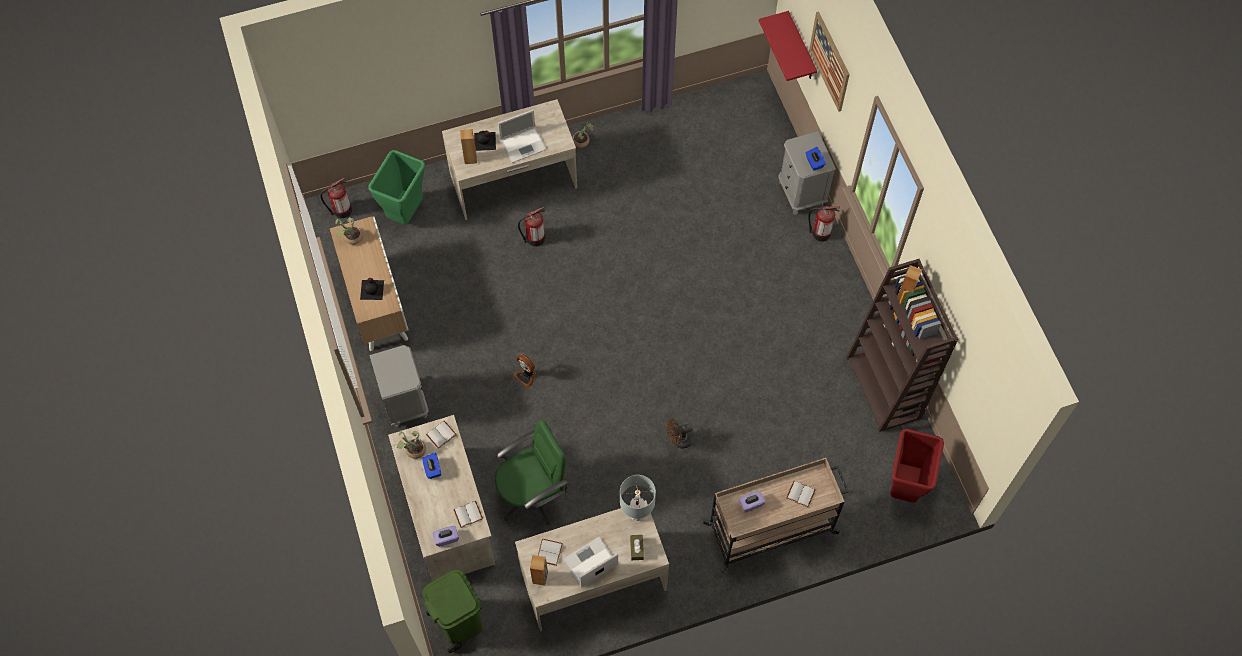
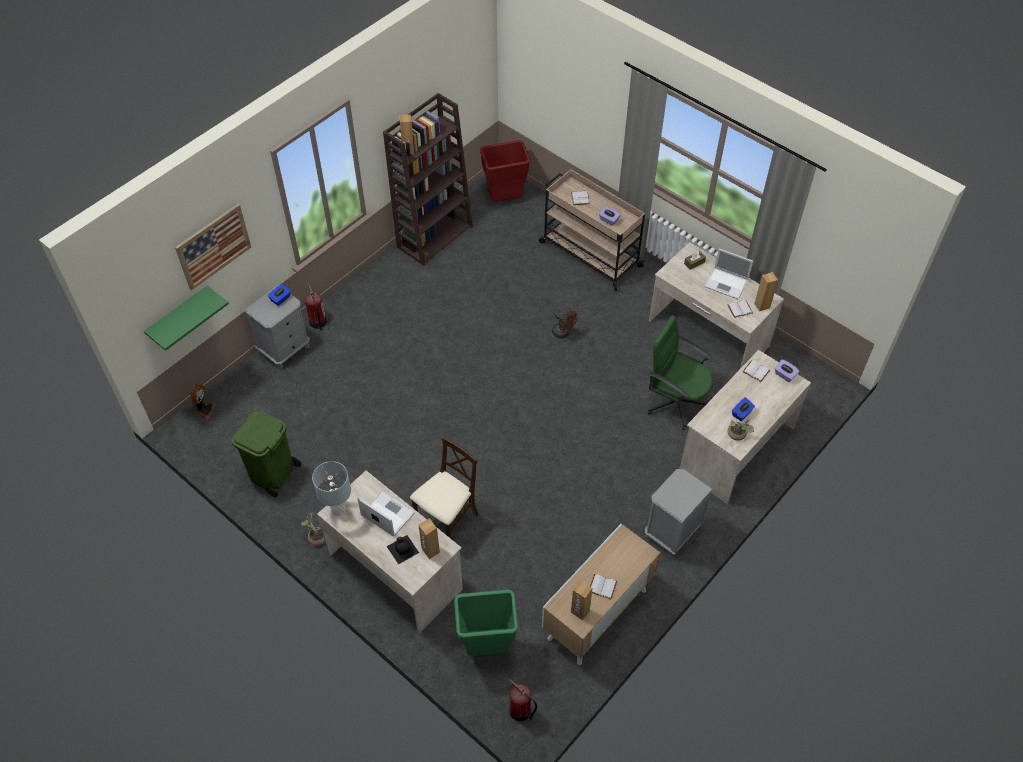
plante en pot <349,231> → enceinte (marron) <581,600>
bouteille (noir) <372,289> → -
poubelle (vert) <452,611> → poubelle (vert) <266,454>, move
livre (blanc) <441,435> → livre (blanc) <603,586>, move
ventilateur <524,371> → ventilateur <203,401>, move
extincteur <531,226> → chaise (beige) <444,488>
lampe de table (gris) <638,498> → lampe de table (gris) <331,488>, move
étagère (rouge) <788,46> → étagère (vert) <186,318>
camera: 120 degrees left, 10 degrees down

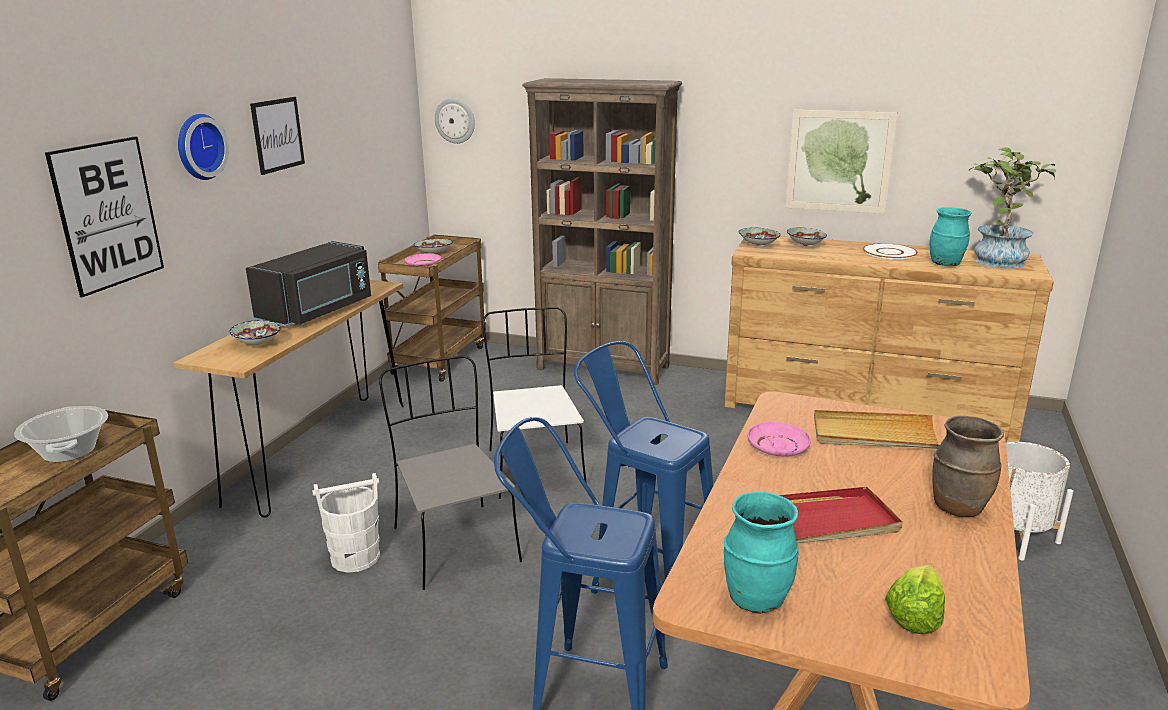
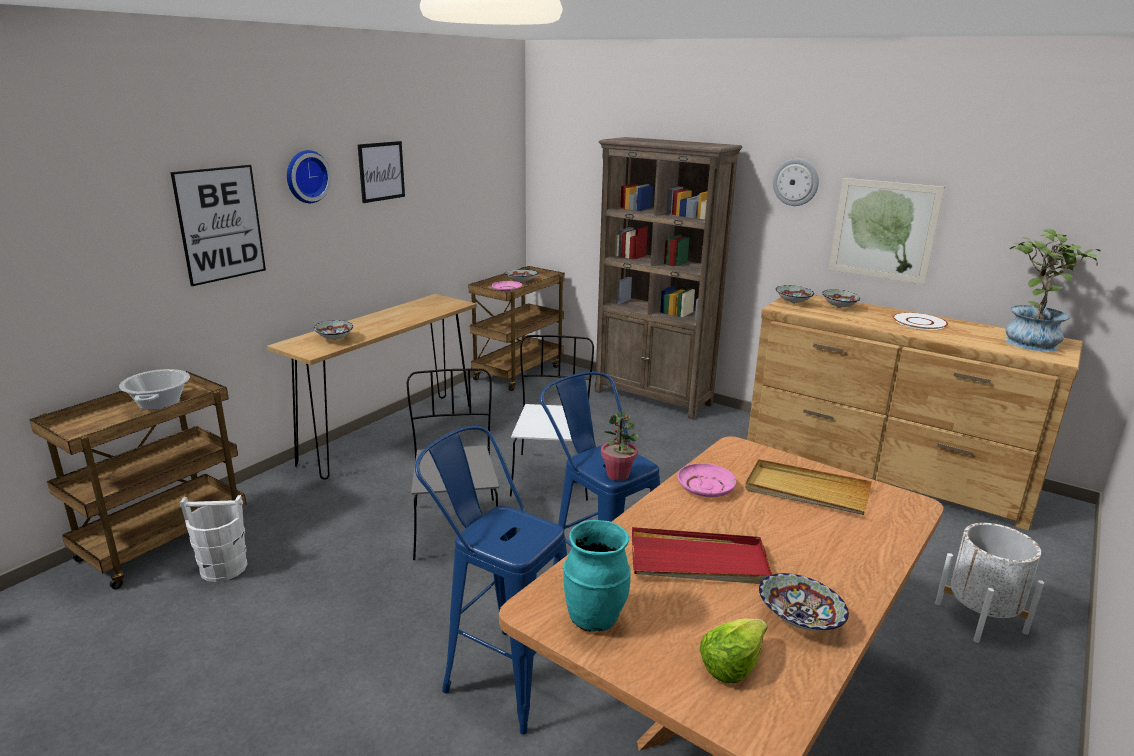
micro-ondes (noir) <308,283> → -
seau (blanc) <346,523> → seau (blanc) <214,538>, move
horloge murale <455,121> → horloge murale <796,182>, move
vase (turquoise) <950,236> → -
vase (marron) <968,466> → -
- → plante en pot <620,446>
- → bol <804,602>
camera: 15 degrees right, 0 degrees up

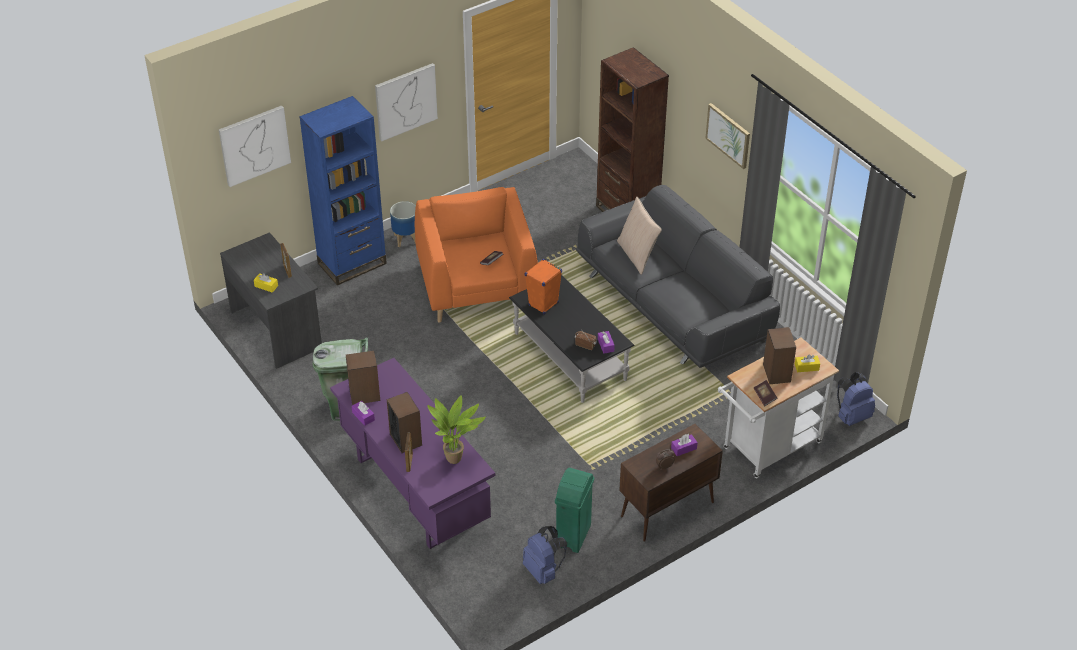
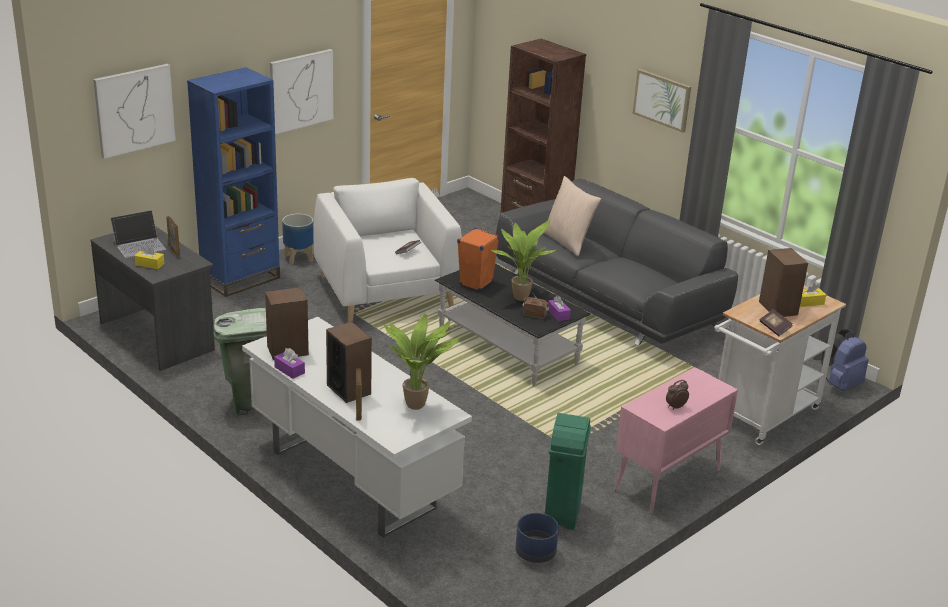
bureau (violet) <412,453> → bureau (blanc) <357,427>
fauteuil (orange) <476,254> → fauteuil (blanc) <388,250>
sac à dos (bleu) <545,555> → cache-pot (bleu) <537,538>
meuble de rangement (marron) <671,483> → meuble de rangement (rose) <676,440>
boîte à mouchoirs (violet) <684,445> → -
- → ordinateur portable <138,234>
- → plante en pot <523,260>
camera: 10 degrees left, 15 degrees down

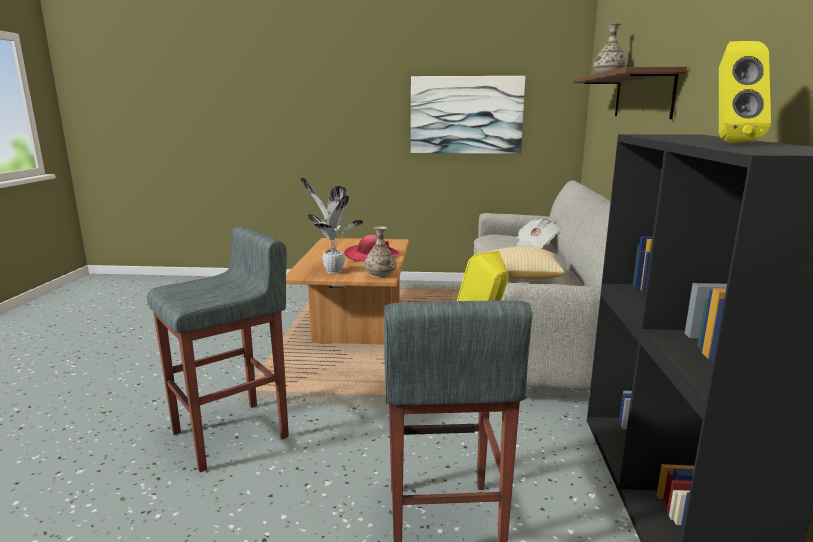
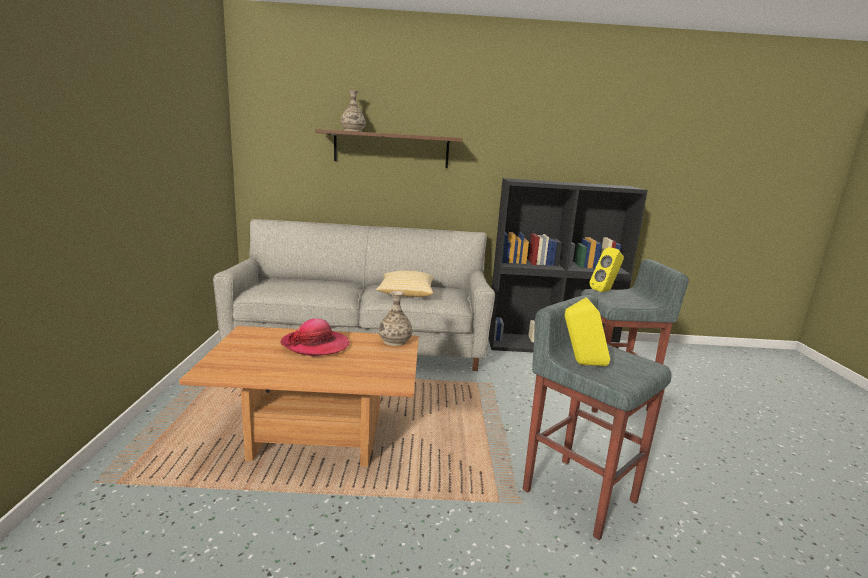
plante en pot <332,225> → -
tableau <468,115> → -
journal <538,233> → -
enceinte (jaune) <745,92> → enceinte (jaune) <587,331>, move
camera: 95 degrees left, 0 degrees up

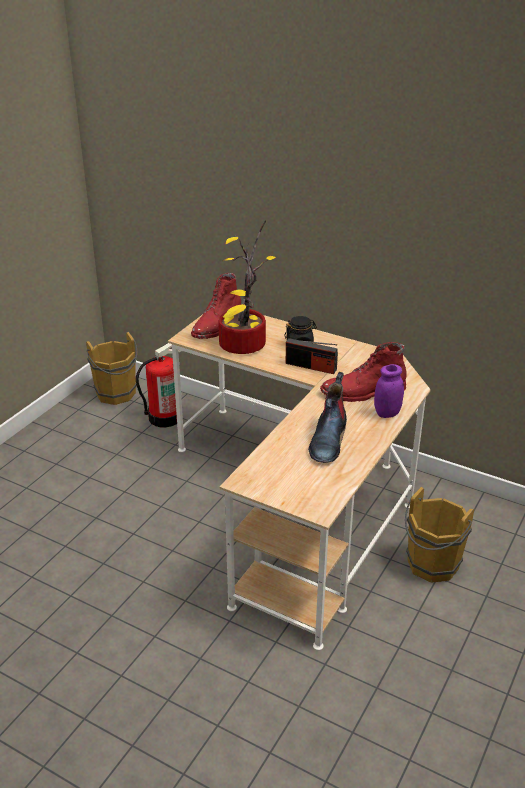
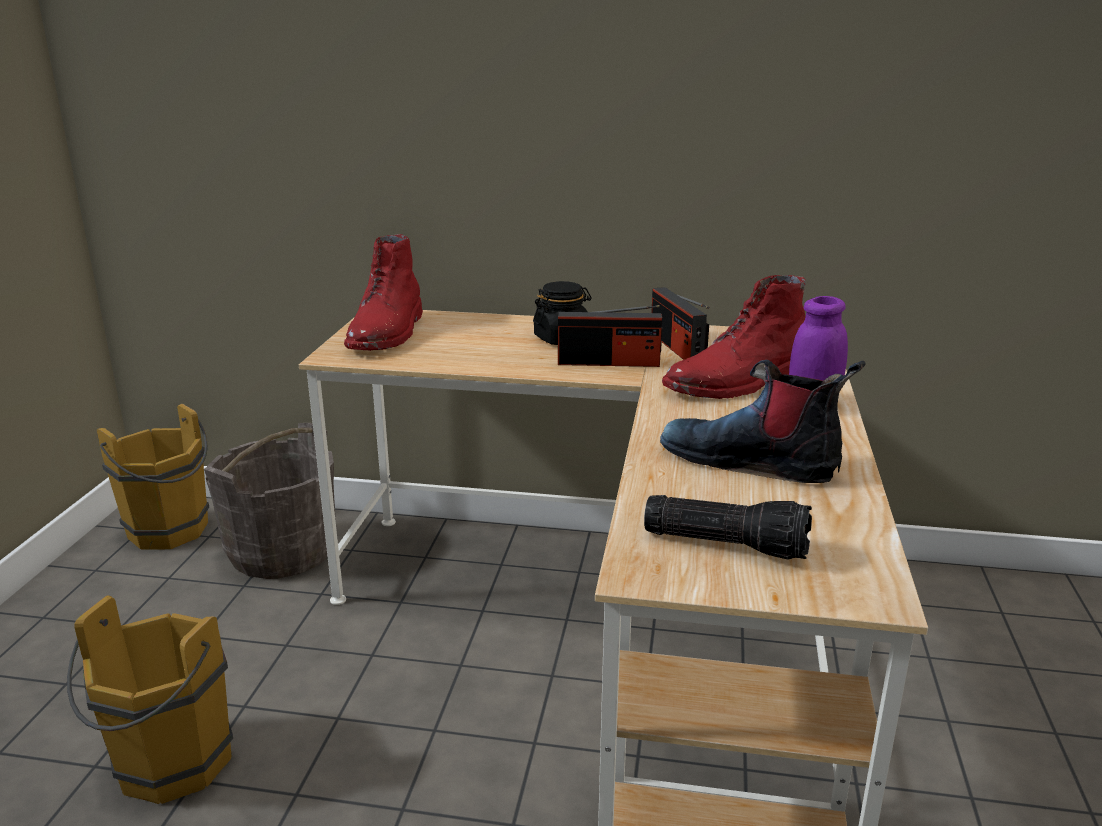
extincteur <158,385> → seau (gris) <270,501>
plante en pot <247,287> → -
botte <327,417> → botte <763,421>, 120 degrees clockwise
seau (marron) <439,535> → seau (marron) <150,699>, move
- → lampe de poche <728,527>
- → radio <680,323>
camera: 20 degrees left, 10 degrees down

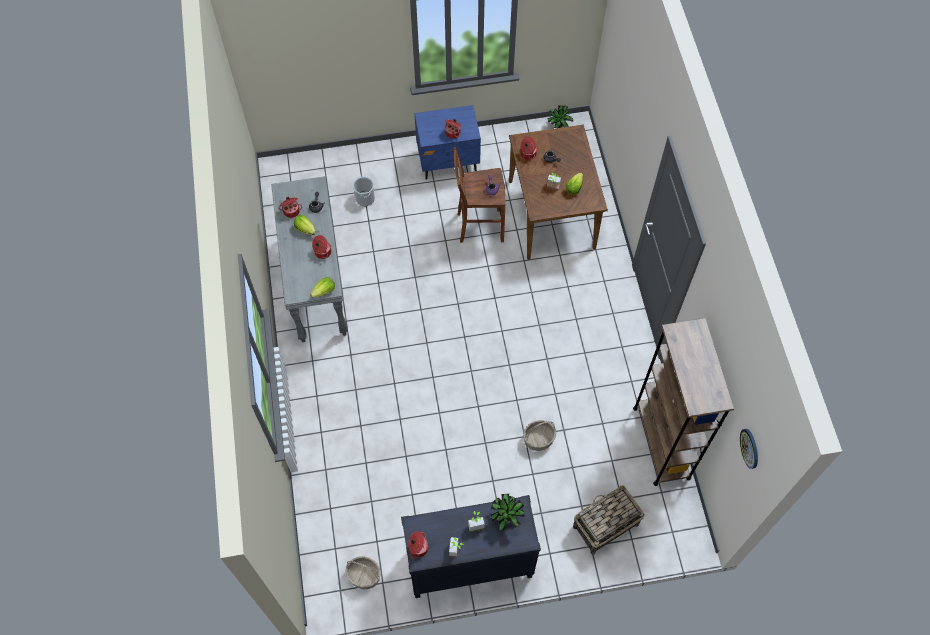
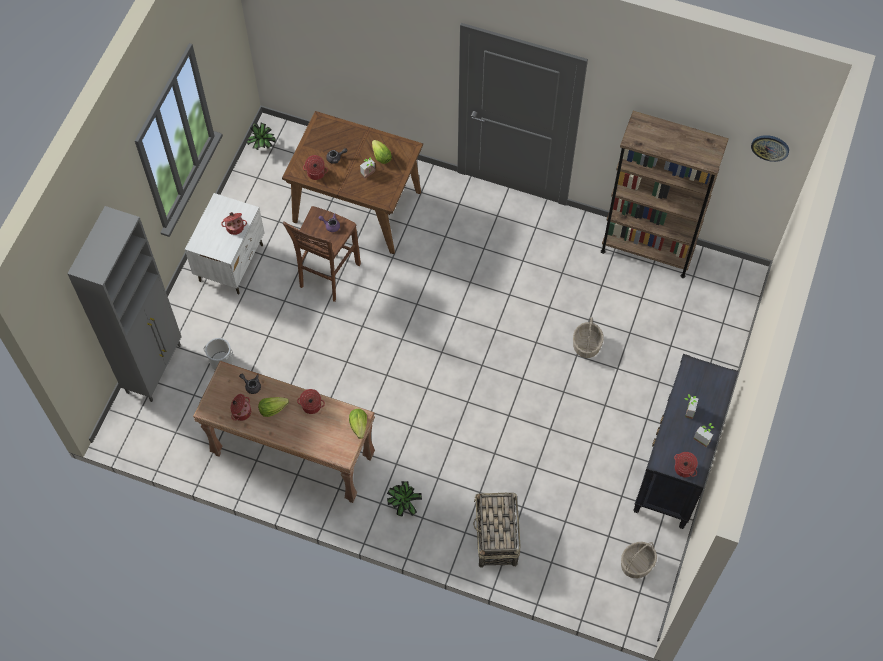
table console (gris) <309,259> → table console (marron) <284,432>
table de chevet (bleu) <447,142> → table de chevet (blanc) <225,244>
plante en pot <507,513> → plante en pot <404,499>, move
panier <608,519> → panier <496,530>, move
- → meuble de rangement (gris) <124,304>
camera: 60 degrees left, 0 degrees up

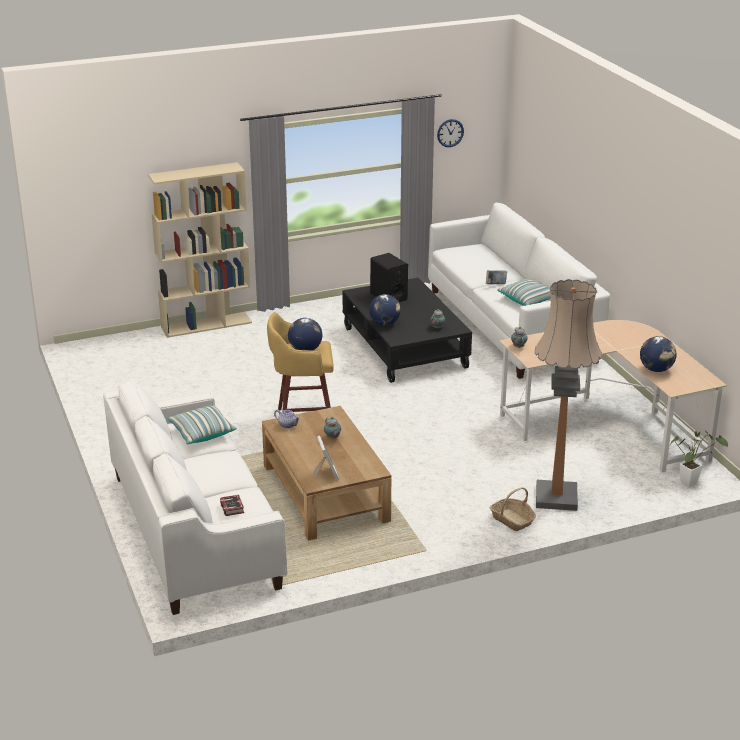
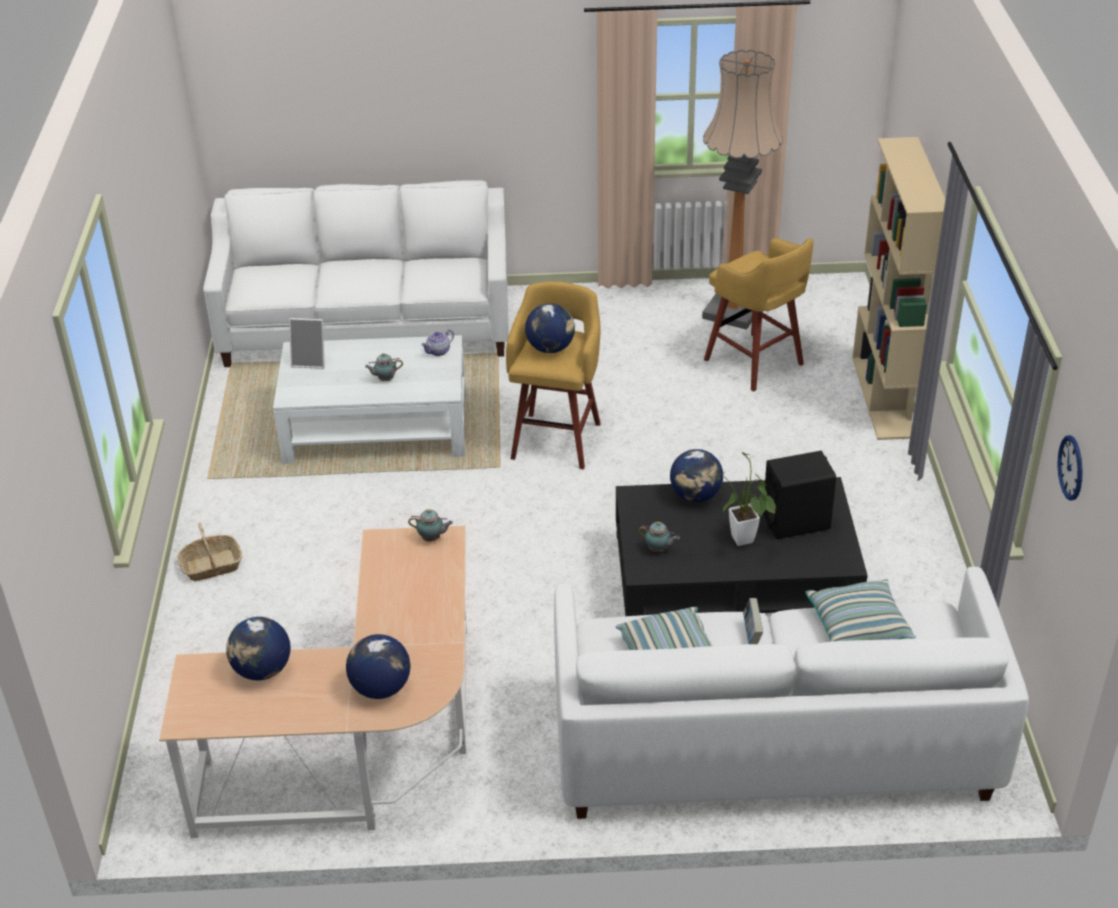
coussin <201,424> → coussin <860,610>, move
livre <232,505> → -
table basse (marron) <326,473> → table basse (blanc) <369,399>
lampadaire <568,395> → lampadaire <742,190>, move
plante en pot <699,459> → plante en pot <746,499>, move
- → globe <378,666>
- → tabouret (jaune) <758,315>
camera: 110 degrees right, 10 degrees up

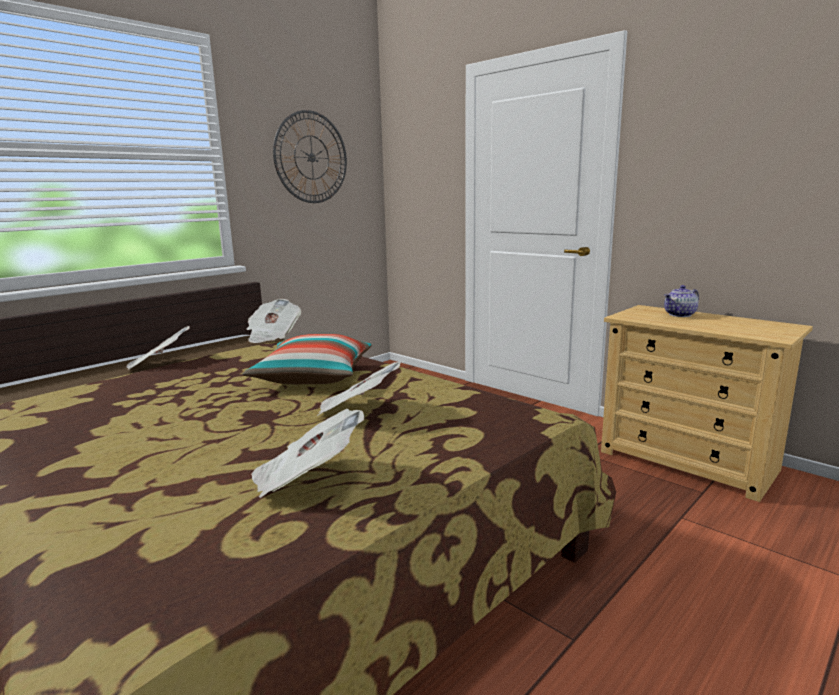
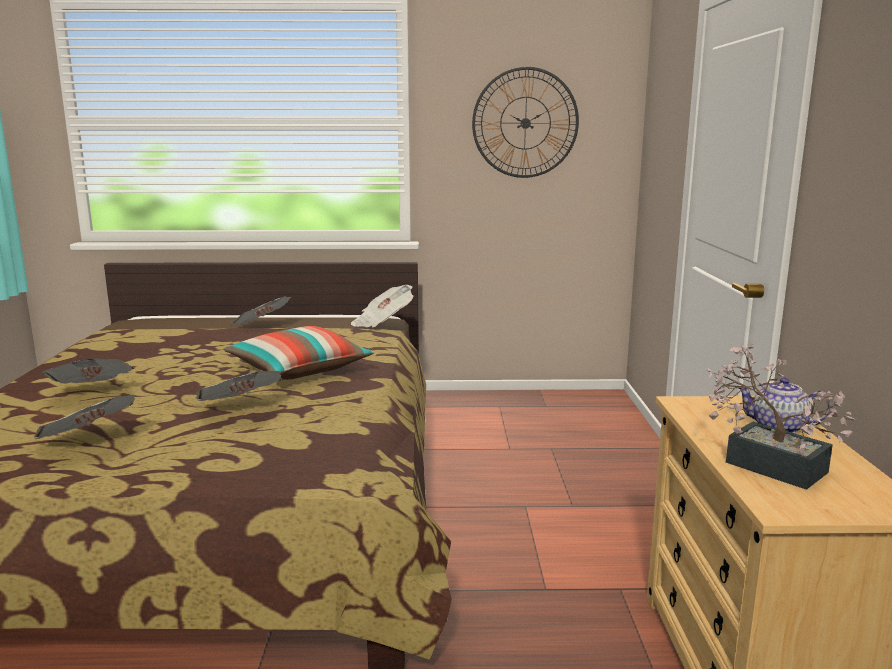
- → journal <87,370>
- → plante en pot <781,417>
camera: 45 degrees right, 0 degrees up

